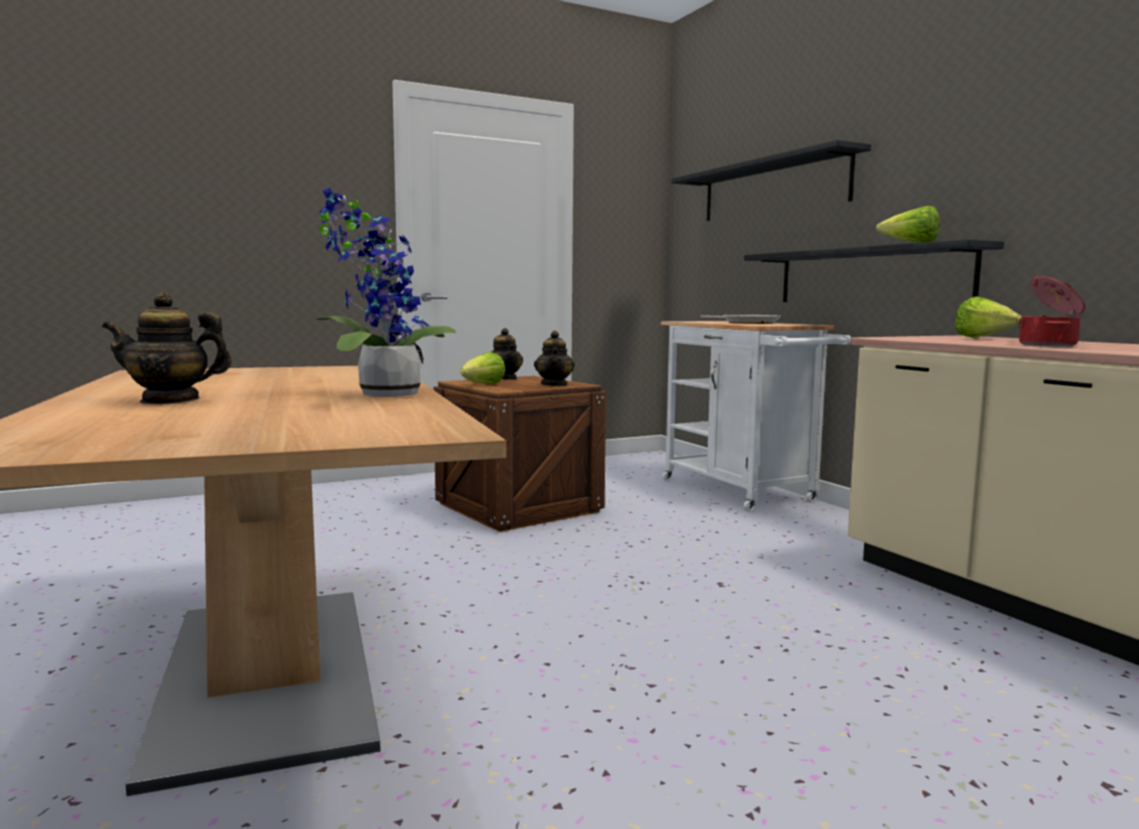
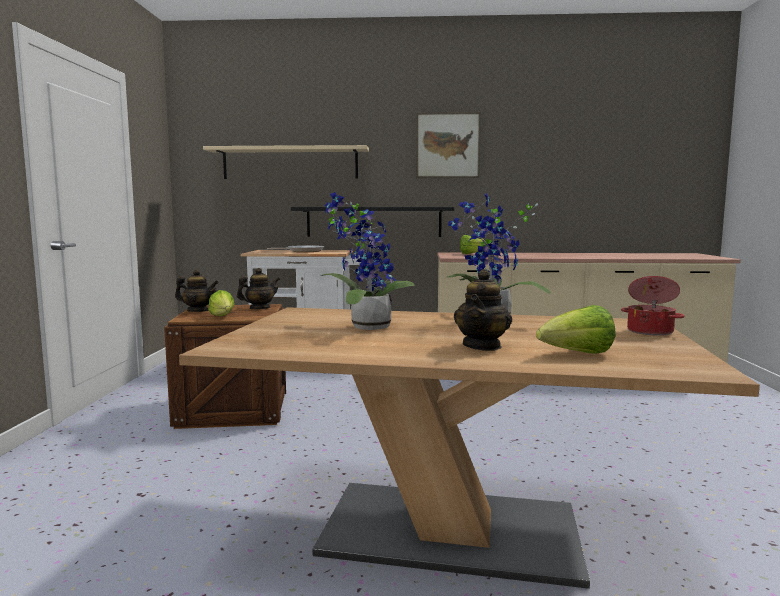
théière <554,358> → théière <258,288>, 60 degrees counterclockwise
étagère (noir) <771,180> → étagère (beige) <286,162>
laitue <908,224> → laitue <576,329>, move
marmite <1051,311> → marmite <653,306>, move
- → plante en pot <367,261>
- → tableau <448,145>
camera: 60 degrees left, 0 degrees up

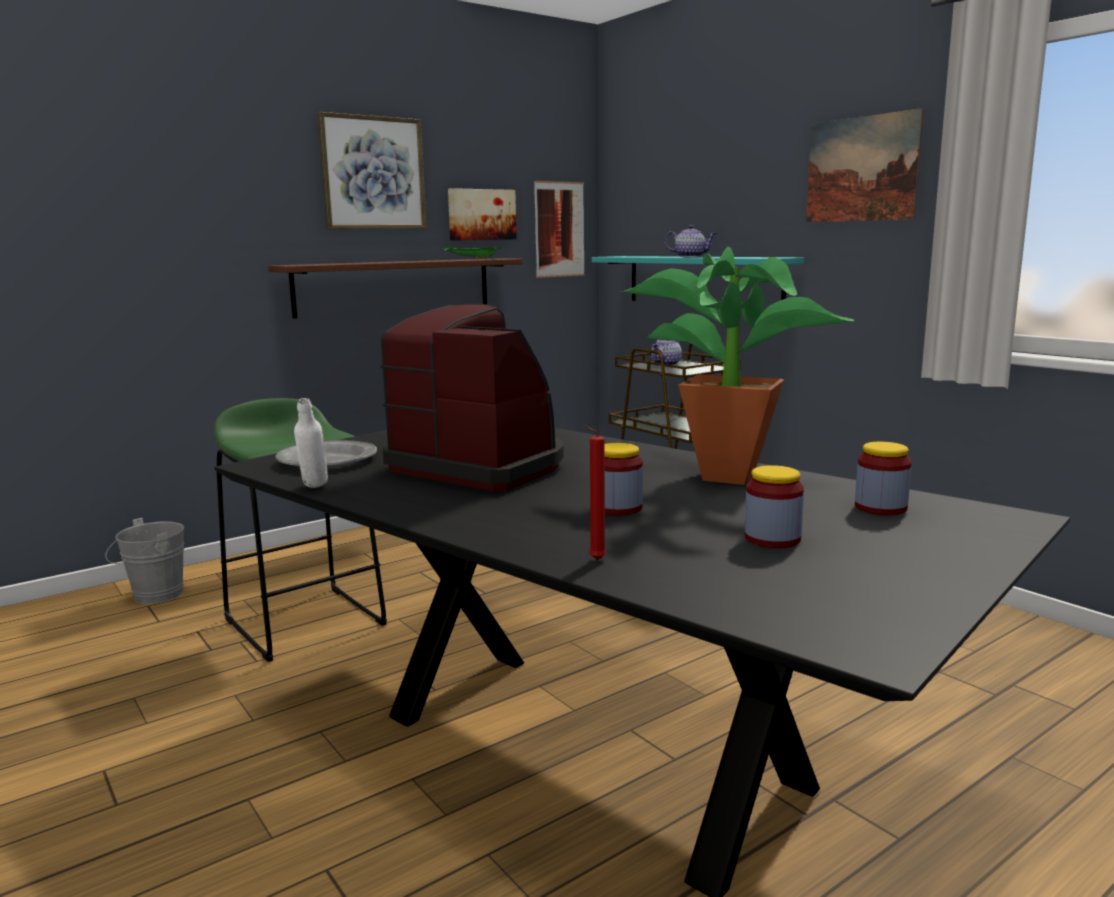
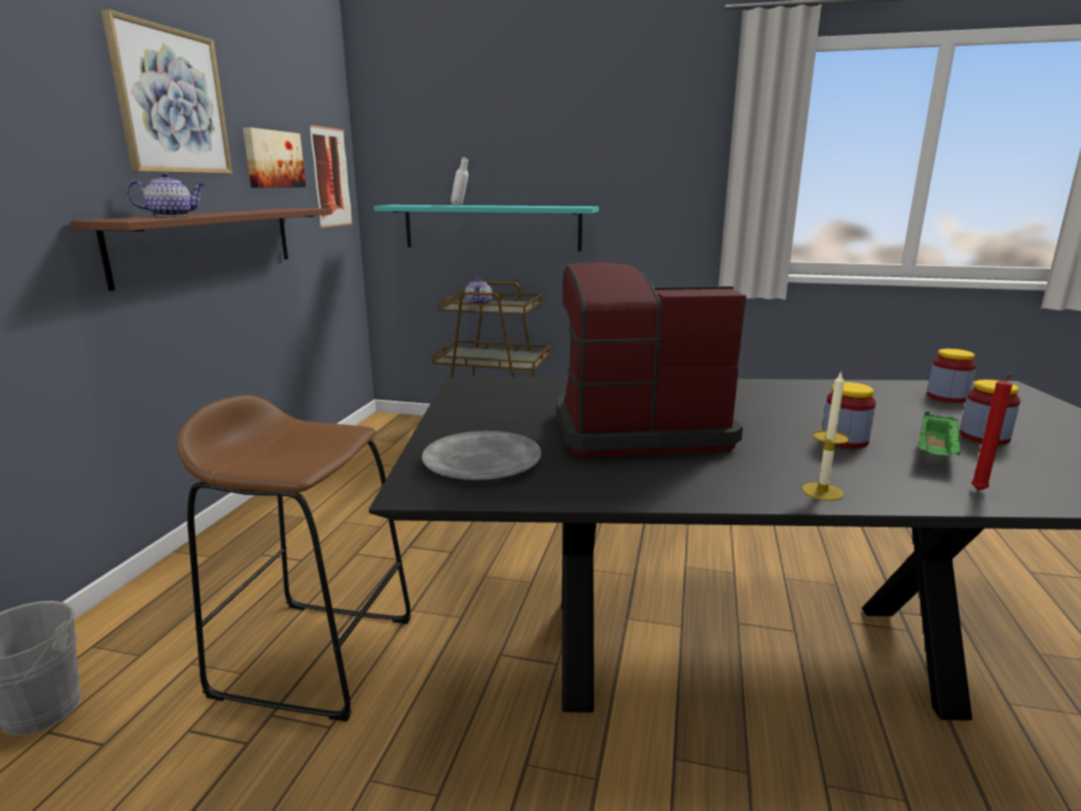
tabouret (vert) <300,530> → tabouret (marron) <294,558>
bouteille (blanc) <311,443> → bouteille (blanc) <459,181>, move
plateau (vert) <472,252> → plateau (vert) <940,434>, move
plante en pot <737,366> → -
théière <690,241> → théière <166,194>, move
tableau <865,165> → -
- → bougie <825,437>
camera: 40 degrees left, 5 degrees up

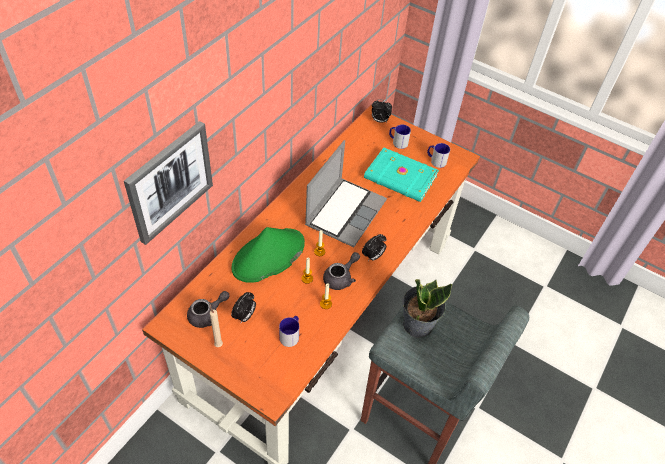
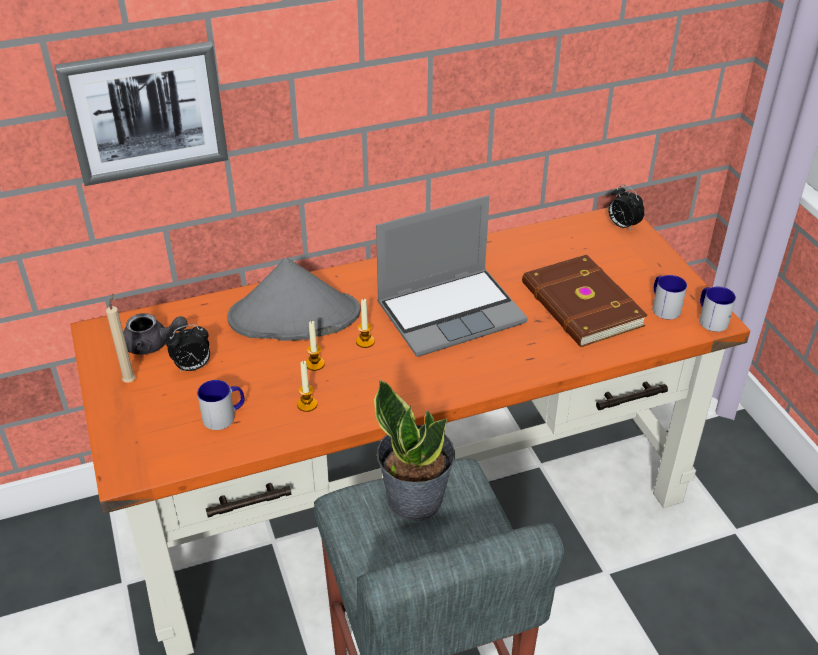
chapeau (vert) <268,255> → chapeau (gris) <294,299>
théière (gris) <341,271> → -
réveil <374,247> → -
livre (turquoise) <401,175> → livre (marron) <585,300>
mug <400,137> → mug <717,309>, move
camera: 40 degrees right, 10 degrees down

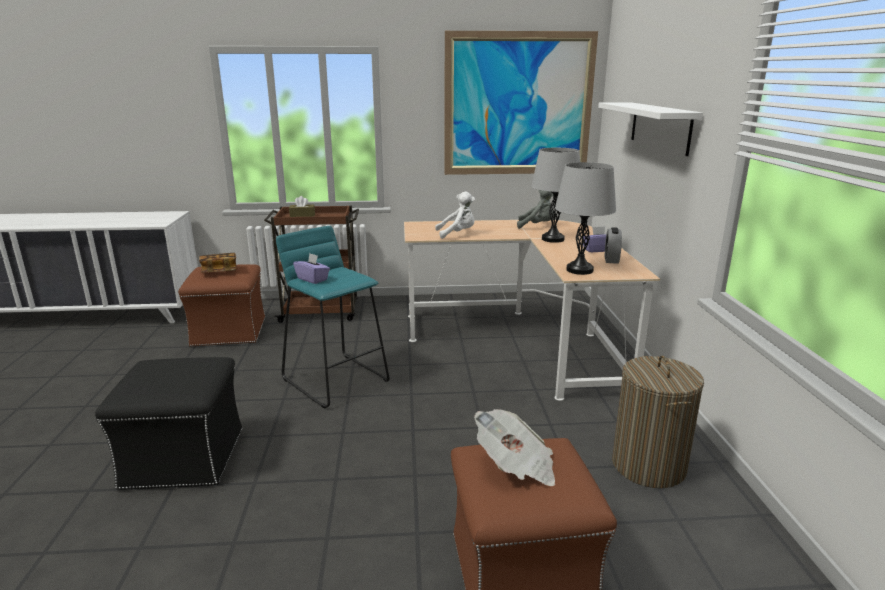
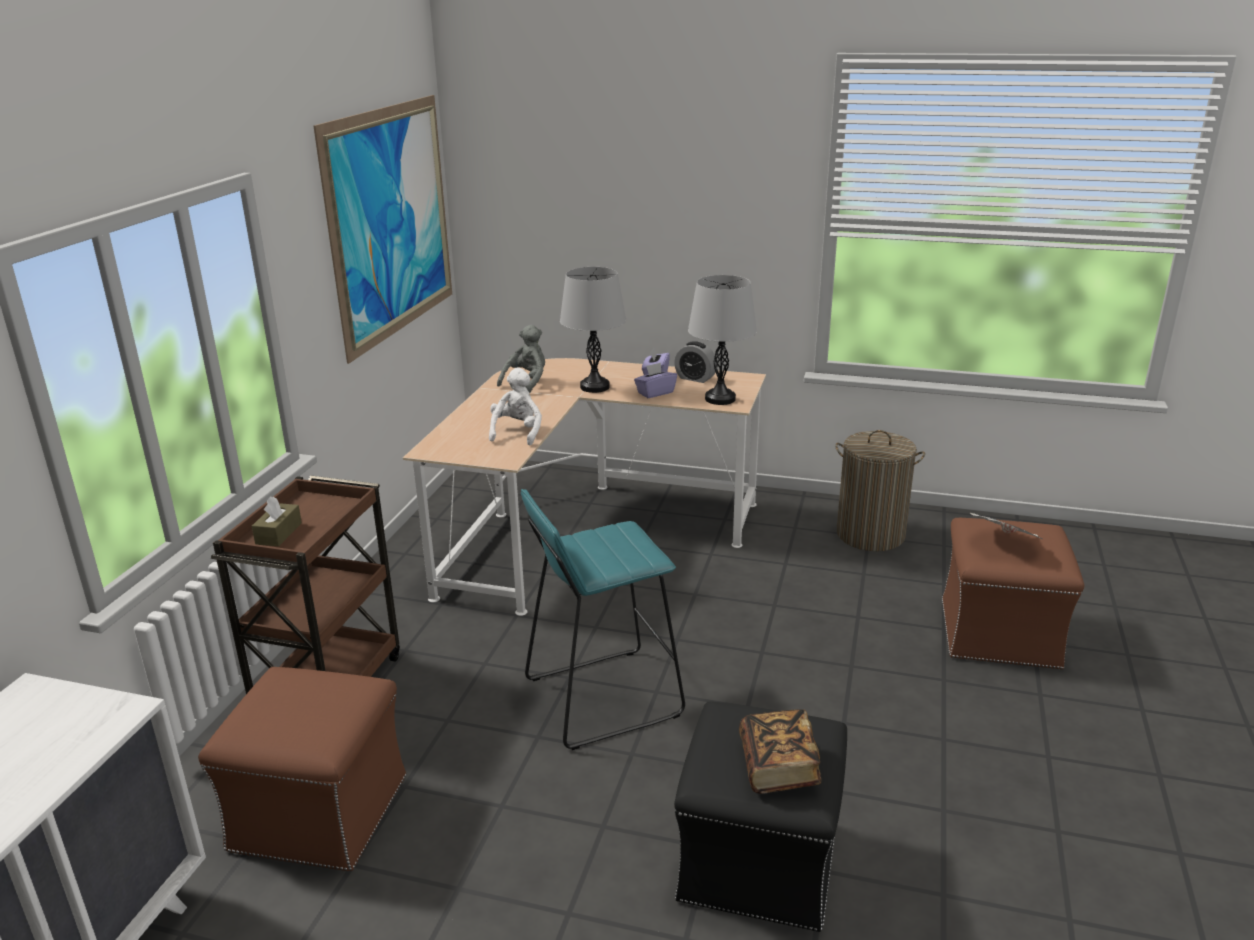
livre <218,263> → livre <780,751>, move
boîte à mouchoirs (violet) <311,268> → boîte à mouchoirs (violet) <655,380>, move
étagère (blanc) <650,129> → -
camera: 70 degrees left, 5 degrees up

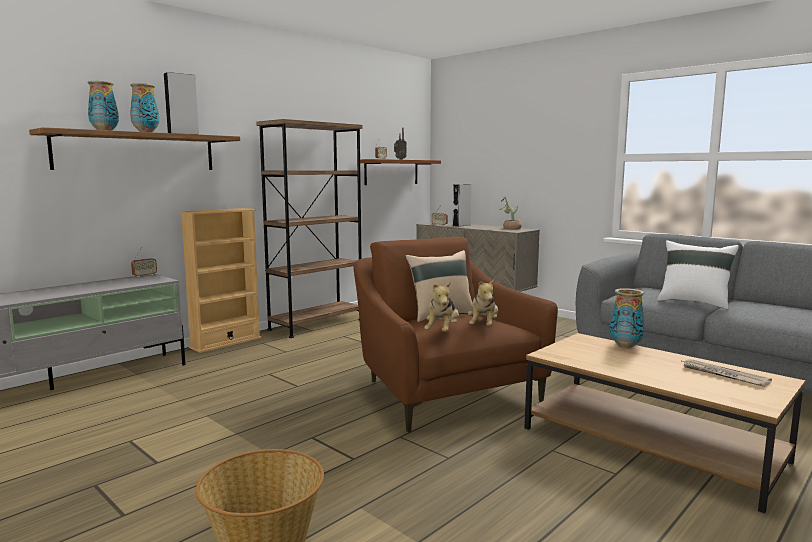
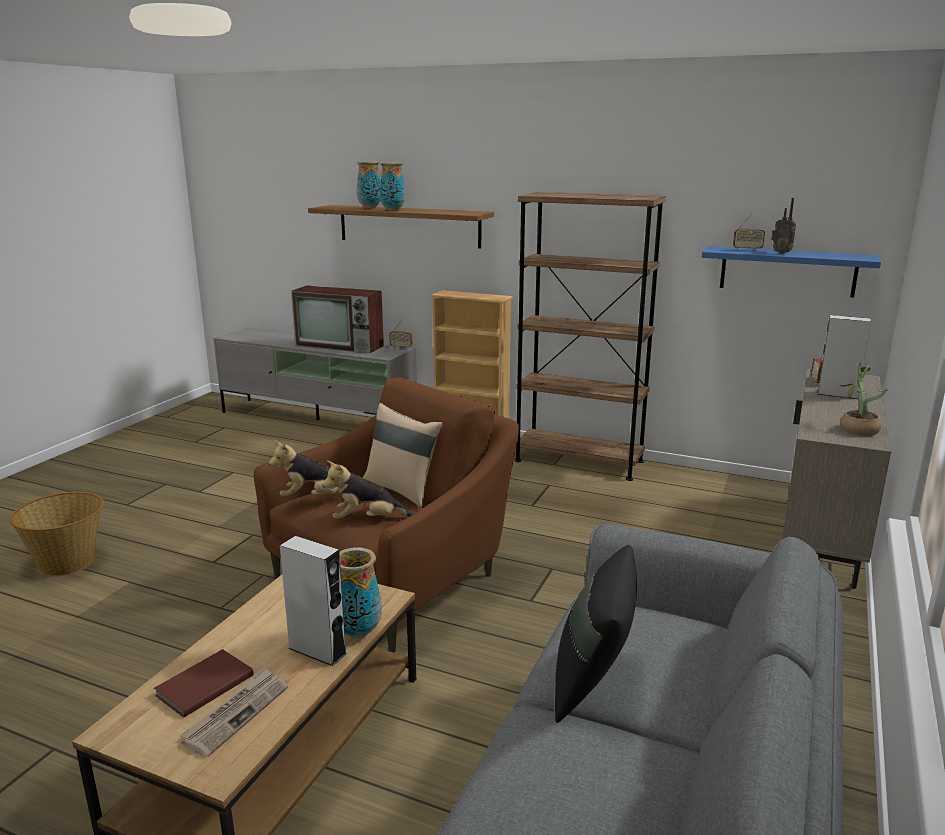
enceinte (gris) <181,103> → enceinte (gris) <313,601>, move
étagère (marron) <400,172> → étagère (bleu) <791,272>
coussin (blanc) <698,274> → coussin (noir) <596,634>
- → livre (marron) <204,683>
- → téléviseur <337,319>
camera: 70 degrees right, 10 degrees up

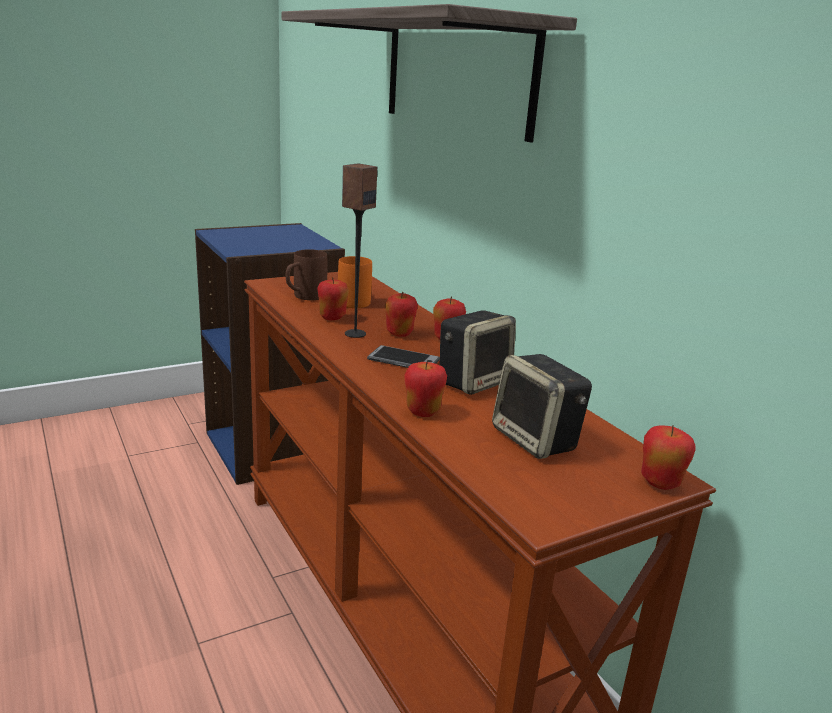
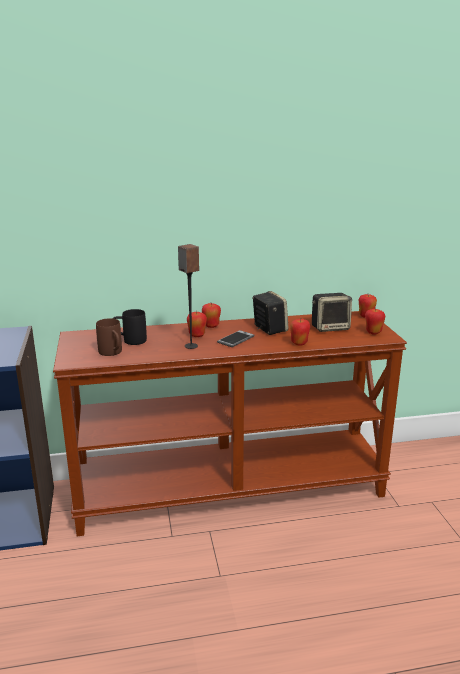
étagère <429,73> → -
pomme <333,298> → pomme <375,322>, move
mug (orange) <355,282> → mug (noir) <130,327>
camera: 70 degrees left, 0 degrees up

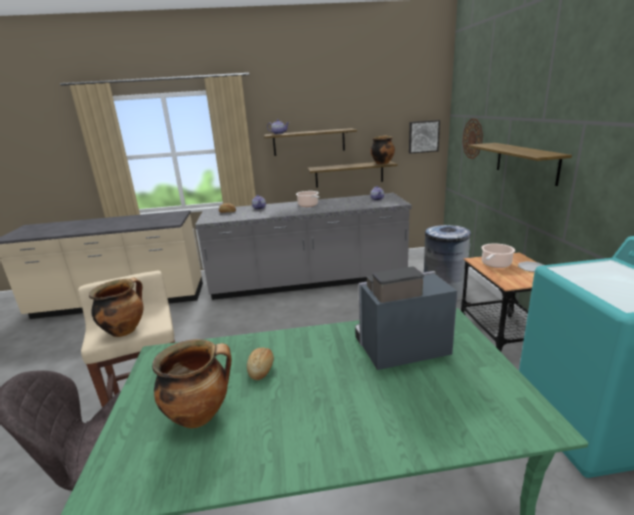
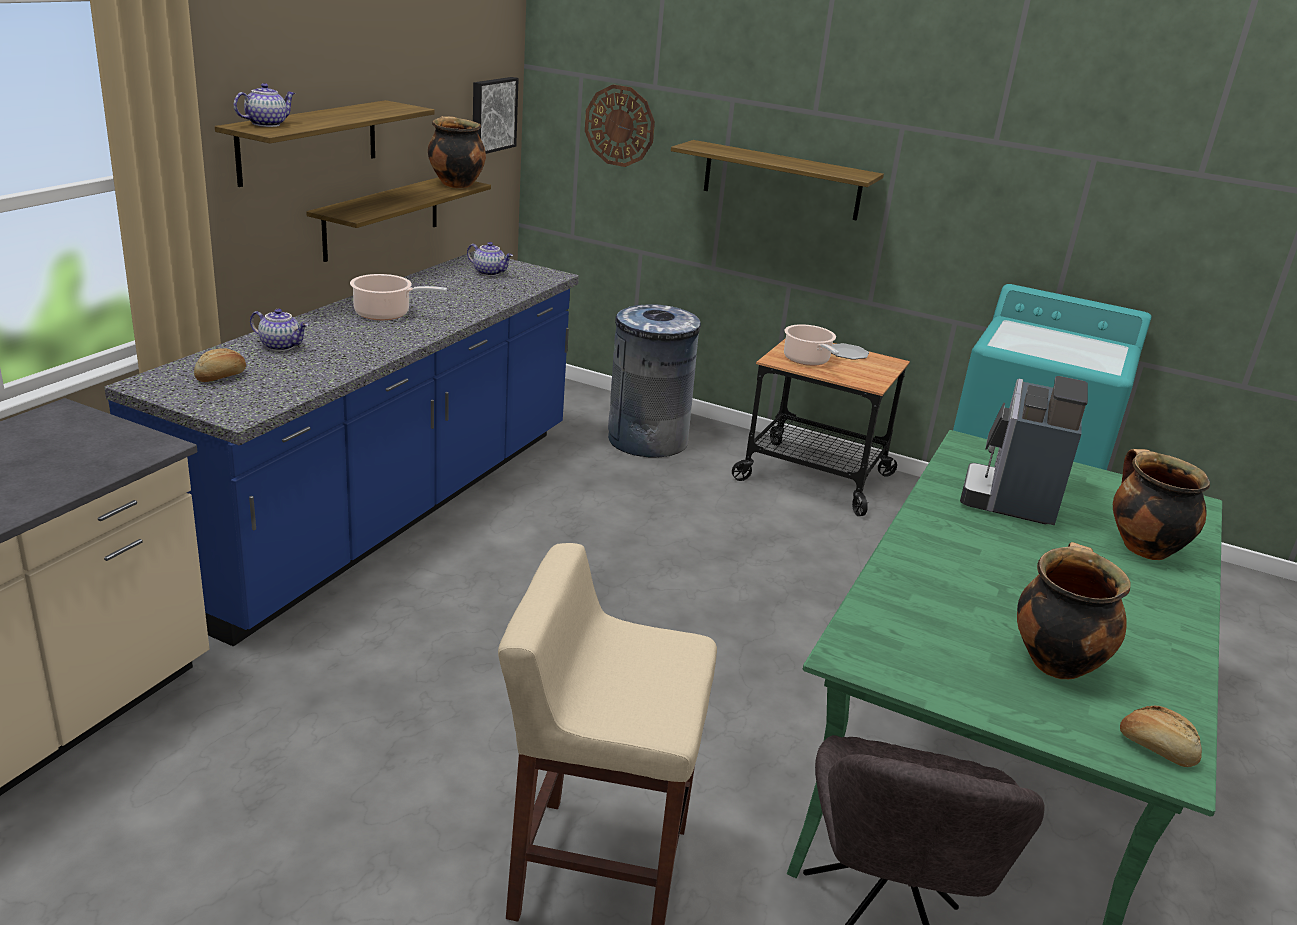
marmite <116,307> → marmite <1161,504>, move
comptoir de cuisine (gris) <303,246> → comptoir de cuisine (bleu) <341,448>
pain <260,364> → pain <1161,736>, move
camera: 60 degrees left, 5 degrees up

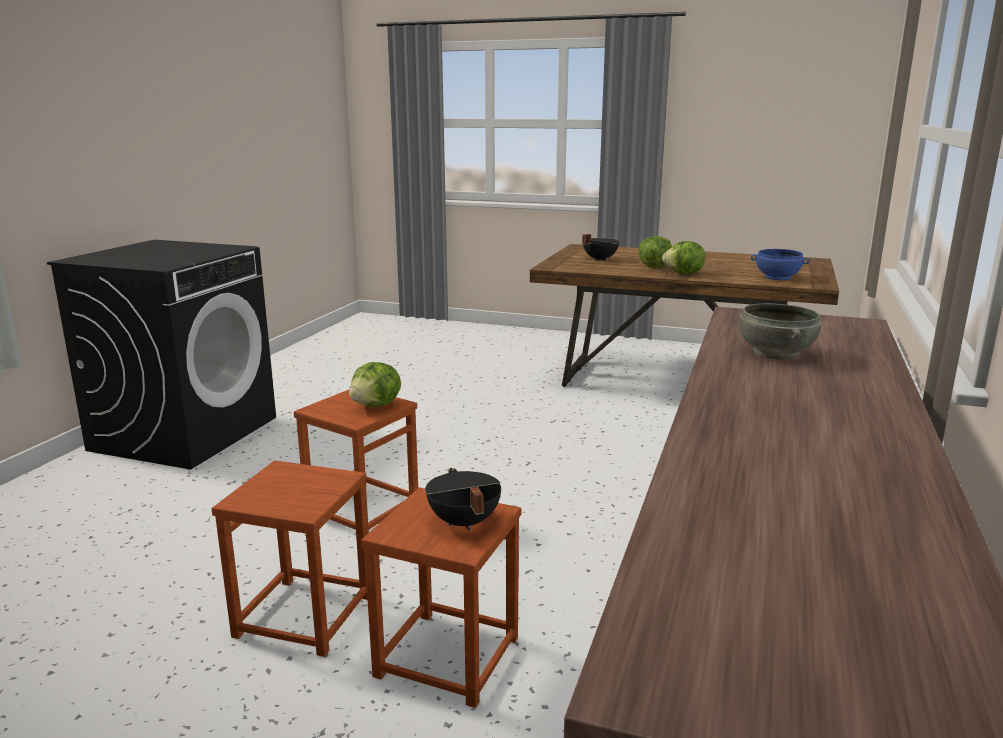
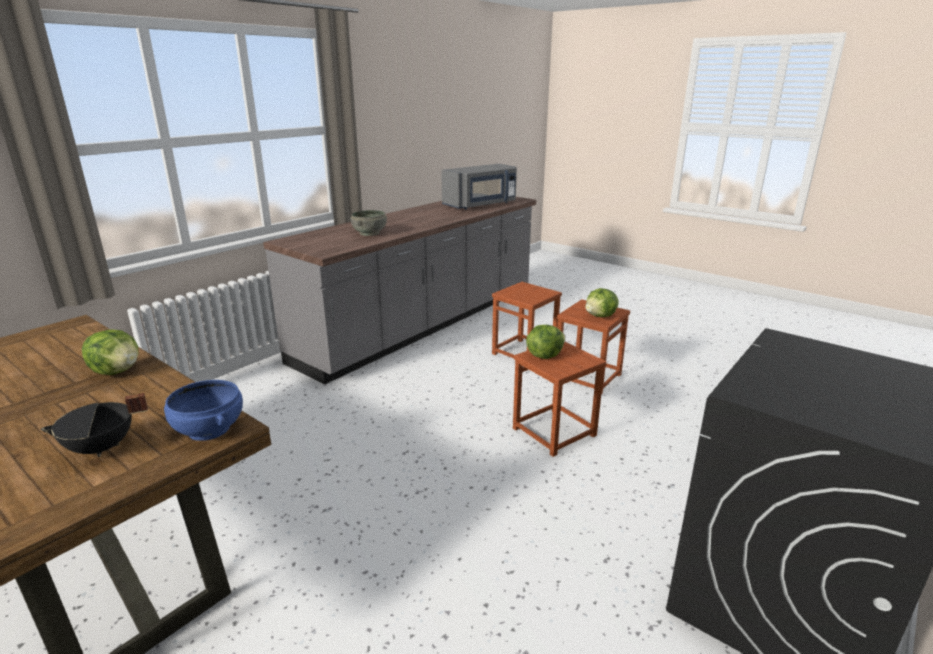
marmite (noir) <463,499> → -
laitue <655,252> → laitue <602,302>, move
bol (bleu) <780,264> → bol (bleu) <203,410>, move
- → micro-ondes (gris) <479,187>
camera: 160 degrees left, 5 degrees up

